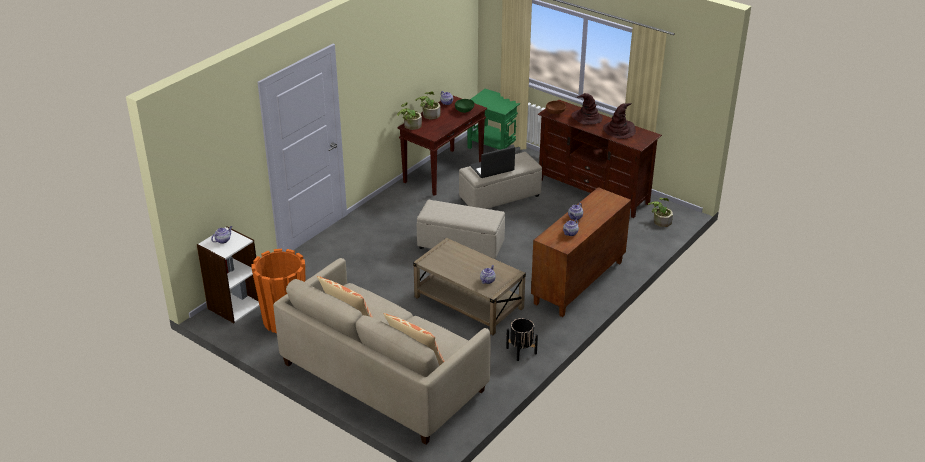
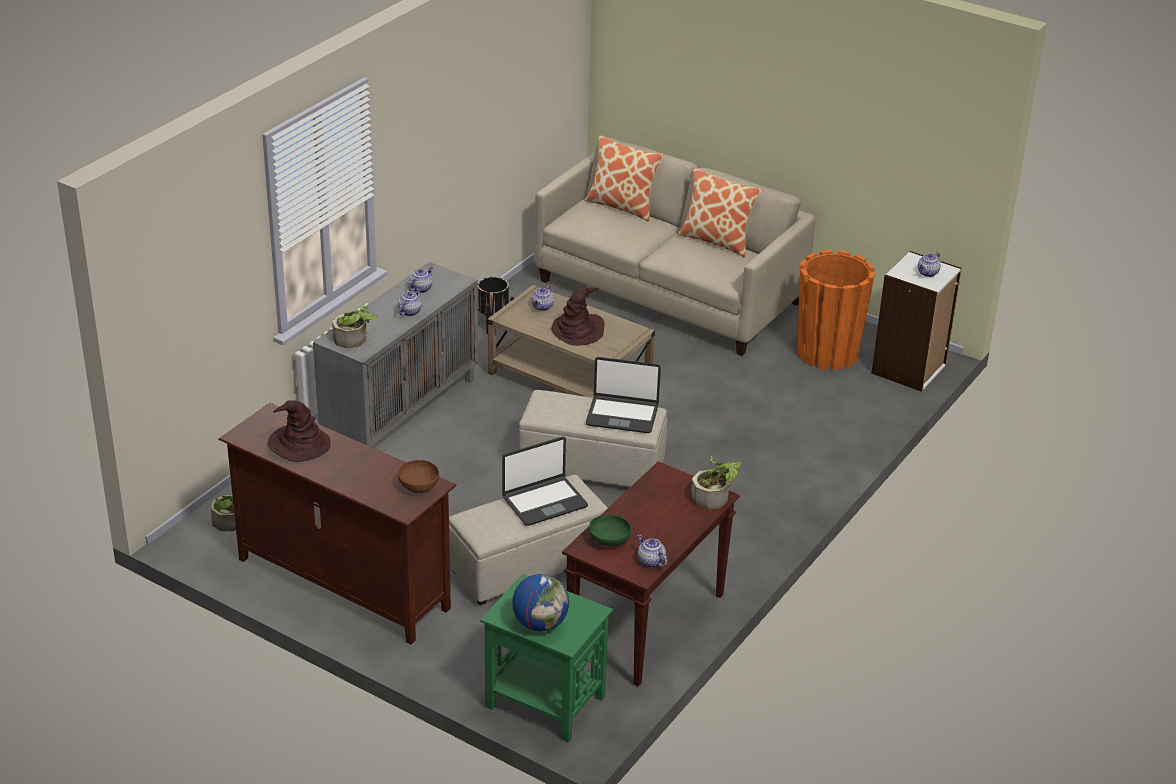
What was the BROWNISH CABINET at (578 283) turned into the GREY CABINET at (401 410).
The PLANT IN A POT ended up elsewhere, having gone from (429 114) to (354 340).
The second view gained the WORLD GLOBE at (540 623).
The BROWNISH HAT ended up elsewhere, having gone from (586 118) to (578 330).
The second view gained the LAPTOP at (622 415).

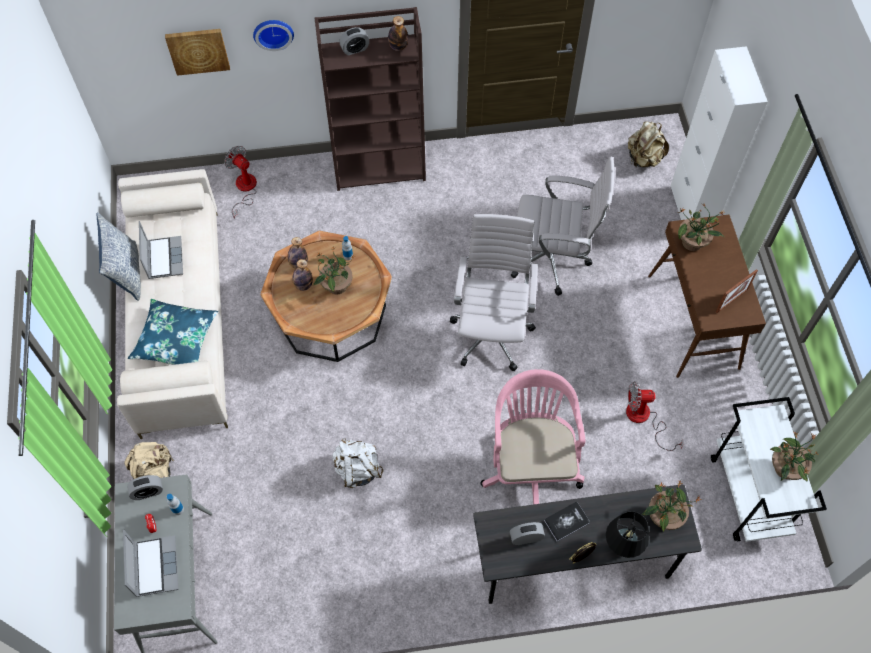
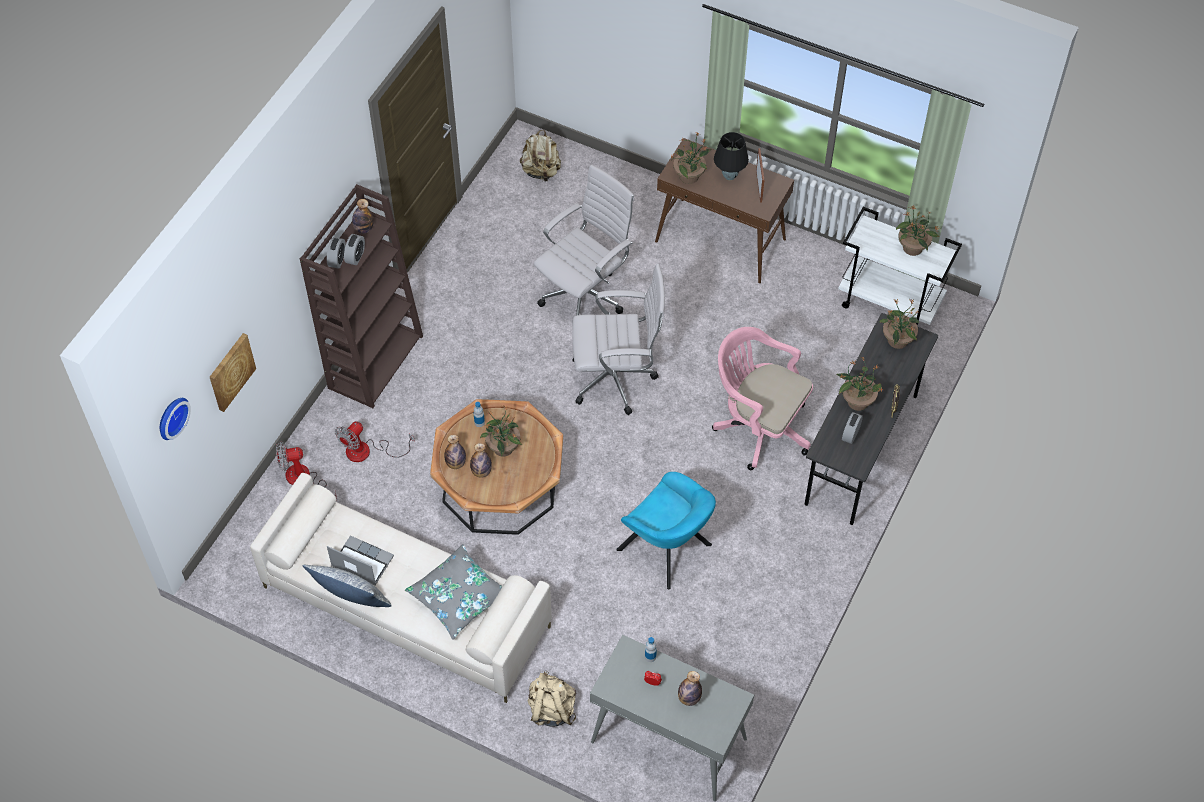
The WALL CLOCK ended up elsewhere, having gone from (273 32) to (171 417).
The FAN ended up elsewhere, having gone from (644 419) to (367 451).
The TABLE CLOCK ended up elsewhere, having gone from (148 492) to (355 256).
What was the BLUE-COLOURED PILLOW at (176 340) turned into the GREY PILLOW at (458 596).
The WHITE COMPUTER CHAIR at (491 332) ended up facing another way, 135 degrees clockwise from before.
Where the WHITE RUCKSACK stood at (357 469), the TURQUOISE ARMCHAIR came to stand at (668 550).
Where the LAPTOP stood at (154 566), the BOTTLE came to stand at (689 698).
The BLACK-COLOURED TABLETOP LAMP ended up elsewhere, having gone from (622 545) to (729 175).
Where the BOUND BOOK stood at (566 521), the PLANT IN A POT came to stand at (857 401).
The second view lost the WHITE CABINET at (691 209).

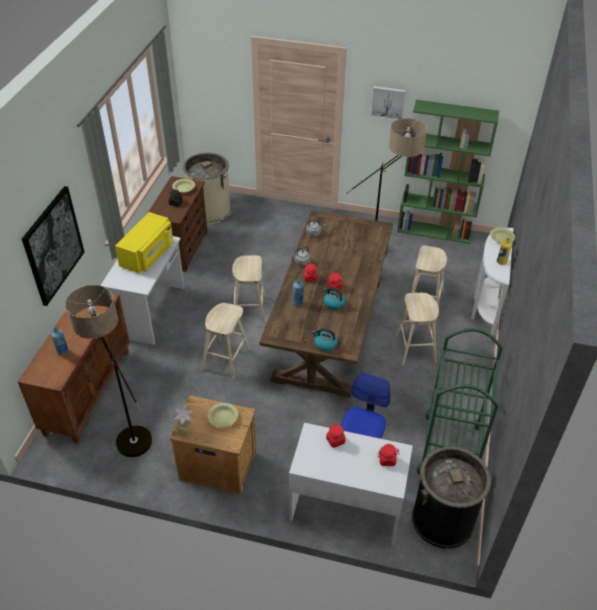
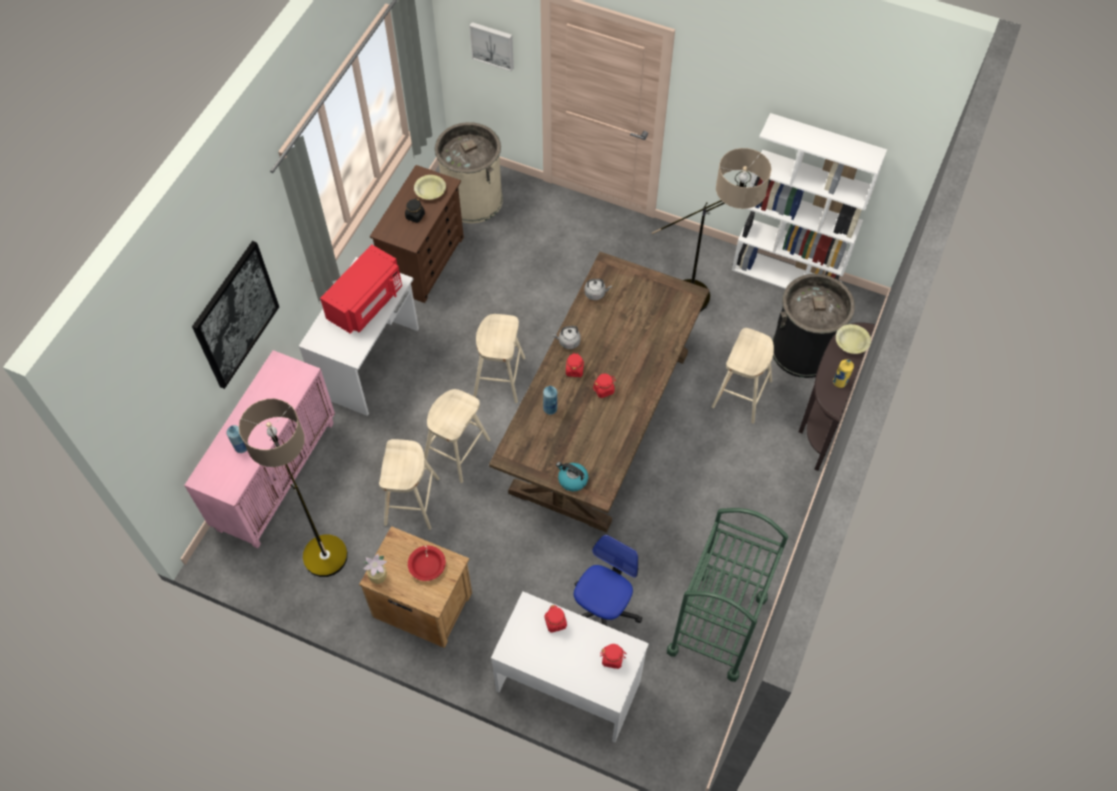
What was the BROWNISH CABINET at (88 391) turned into the PINK-COLOURED CABINET at (276 474).
What was the YELLOWISH MICROWAVE OVEN at (148 255) turned into the RED MICROWAVE OVEN at (366 302).
The BEIGE SITTING STOOL ended up elsewhere, having gone from (415 348) to (412 501).
What was the YELLOWISH BOWL at (223 418) turned into the RED BOWL at (427 565).
The WALL ART ended up elsewhere, having gone from (388 102) to (492 45).
What was the GREEN BOOKCASE at (435 231) turned into the WHITE BOOKCASE at (787 276).
The BLACK-COLOURED WASTE BIN ended up elsewhere, having gone from (443 519) to (803 350).
What was the WHITE NARROW TABLE at (484 310) turned into the BROWNISH NARROW TABLE at (820 420).
The second view lost the KETTLE at (333 303).

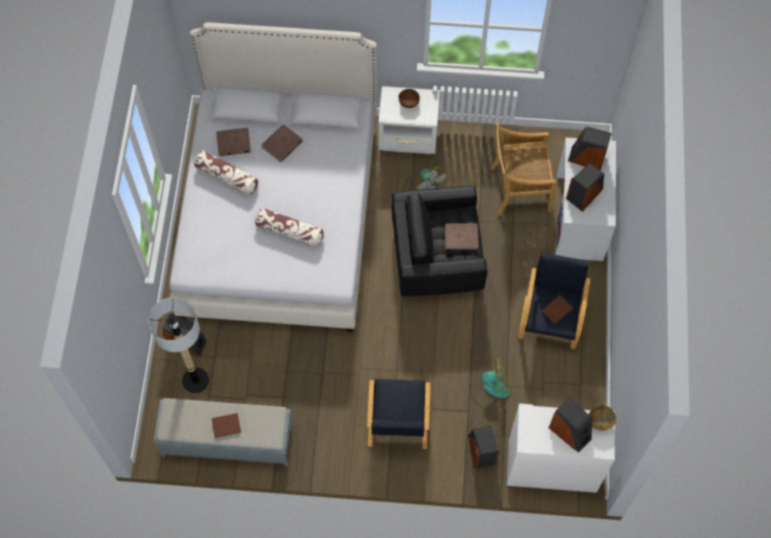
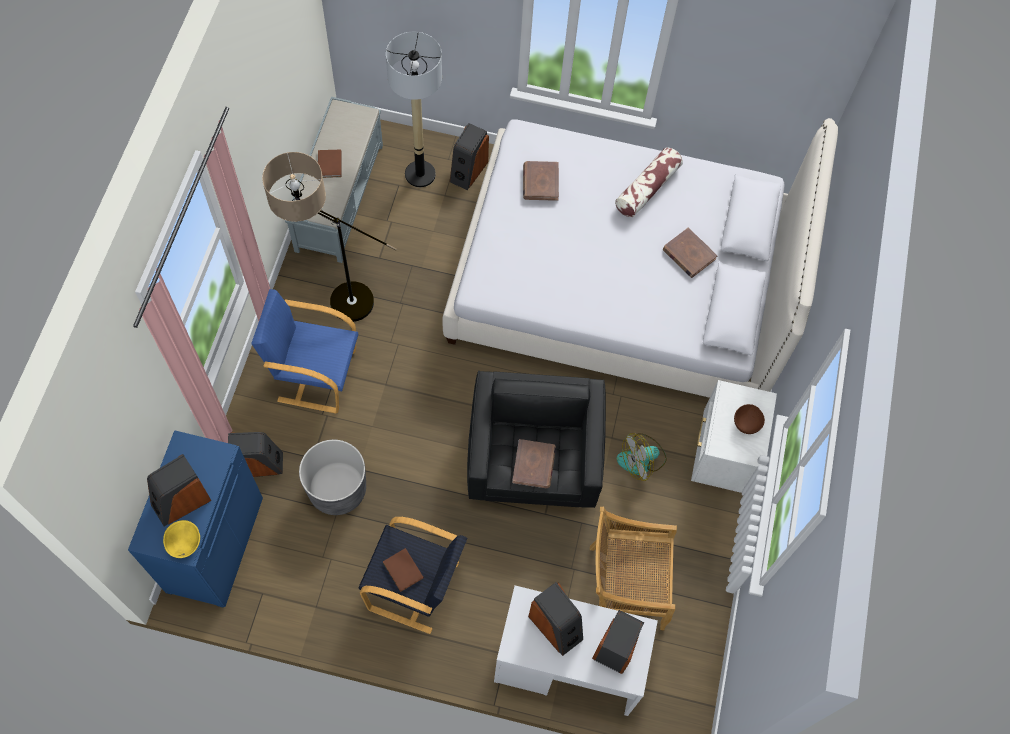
What was the WHITE CABINET at (551 467) turned into the BLUE-COLOURED CABINET at (214 544).
What was the BROWNISH BOWL at (600 421) turned into the YELLOWISH BOWL at (185 543).
What was the BLACK-COLOURED ARMCHAIR at (397 425) turned into the BLUE-COLOURED ARMCHAIR at (315 374).
The second view gained the STANDARD LAMP at (334 300).
Where the FAN stood at (489 388), the GREY PLANT POT came to stand at (337 489).
The BROWNISH BOUND BOOK ended up elsewhere, having gone from (233 143) to (540 182).
The BEIGE UPRIGHT CHAIR at (519 189) ended up facing another way, 90 degrees counterclockwise from before.
The second view lost the PILLOW at (290 231).

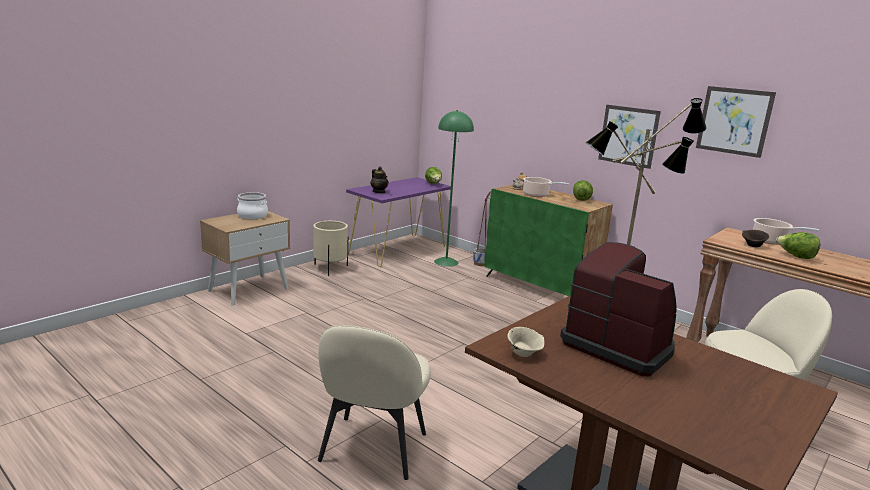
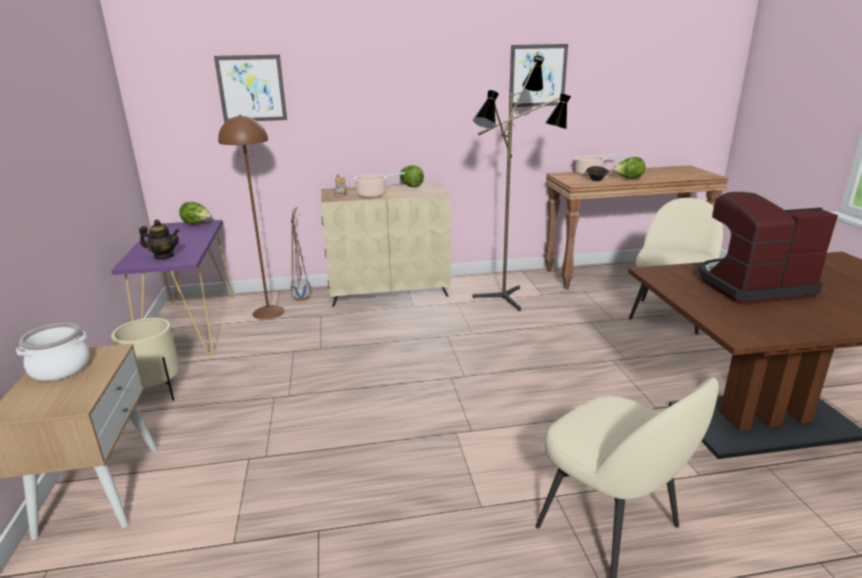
The WALL ART ended up elsewhere, having gone from (628 136) to (251 88).
What was the GREEN STANDARD LAMP at (446 262) turned into the BROWNISH STANDARD LAMP at (268 312).
What was the GREEN CABINET at (540 286) turned into the BEIGE CABINET at (389 291).
The second view lost the BEIGE BOWL at (524 353).

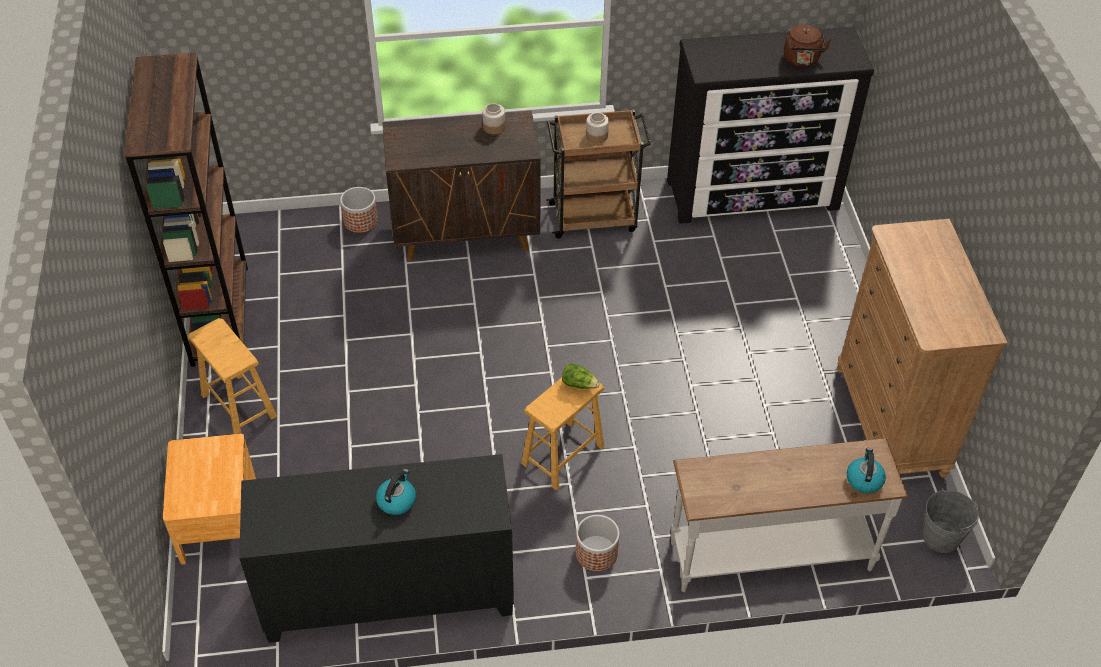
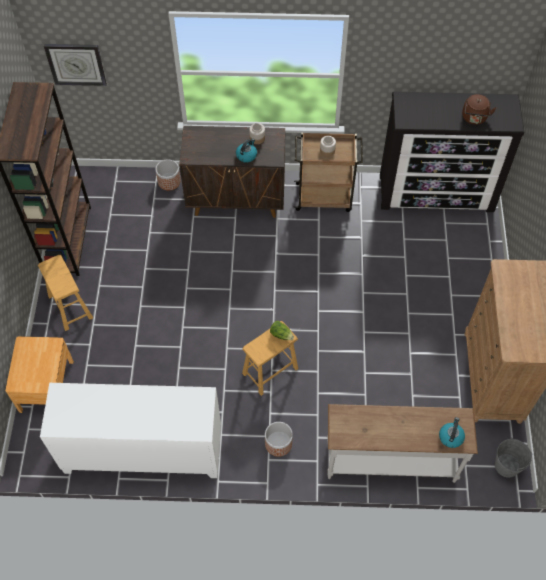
What was the BLACK-COLOURED CABINET at (389 593) turned into the WHITE CABINET at (143 451).
The second view gained the WALL CLOCK at (76 64).
The KETTLE ended up elsewhere, having gone from (397 500) to (246 155).

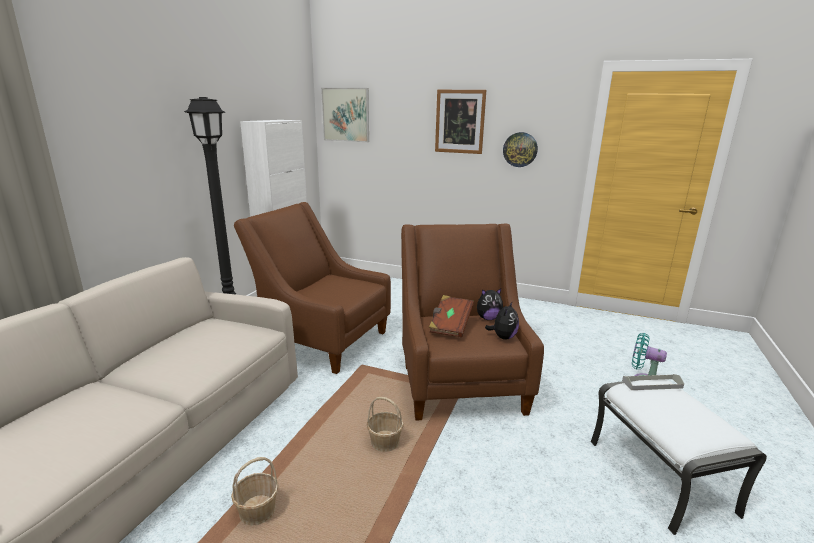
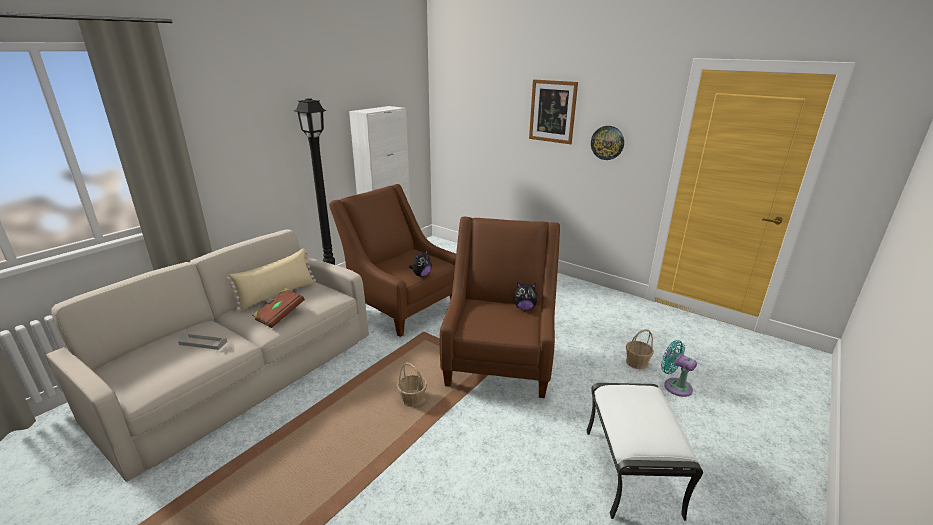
The GREY SERVING TRAY ended up elsewhere, having gone from (652 384) to (203 343).
The second view gained the BEIGE PILLOW at (277 294).
The BROWNISH BOUND BOOK ended up elsewhere, having gone from (450 325) to (279 315).
The PLUSH TOY ended up elsewhere, having gone from (503 337) to (421 275).
The HOUSEHOLD BASKET ended up elsewhere, having gone from (257 511) to (636 362).
The second view lost the WALL ART at (346 115).

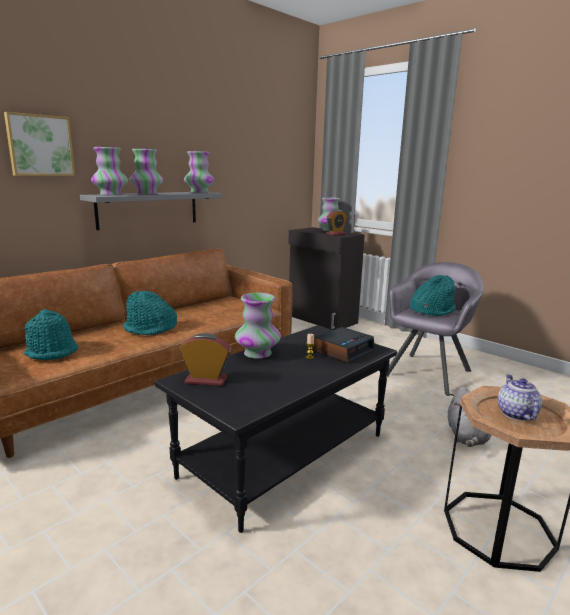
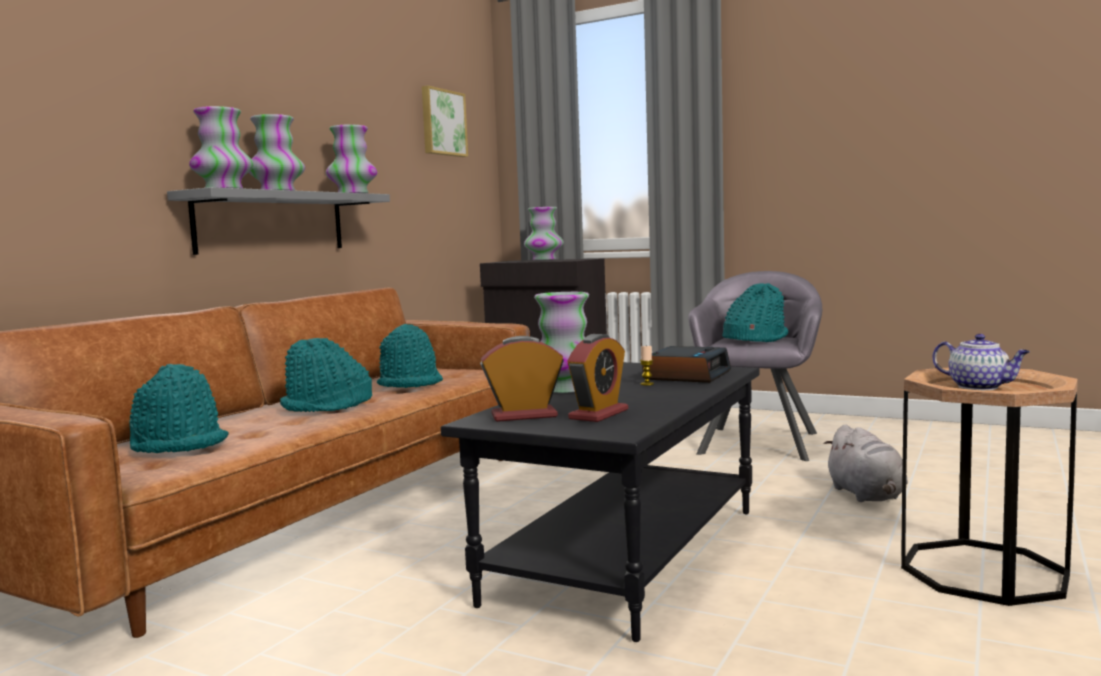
The second view gained the TURQUOISE HAT at (410 383).
The WALL ART ended up elsewhere, having gone from (40 145) to (442 123).
The TABLE CLOCK ended up elsewhere, having gone from (336 234) to (598 414).
The TEA POT at (515 413) ended up facing another way, 150 degrees clockwise from before.

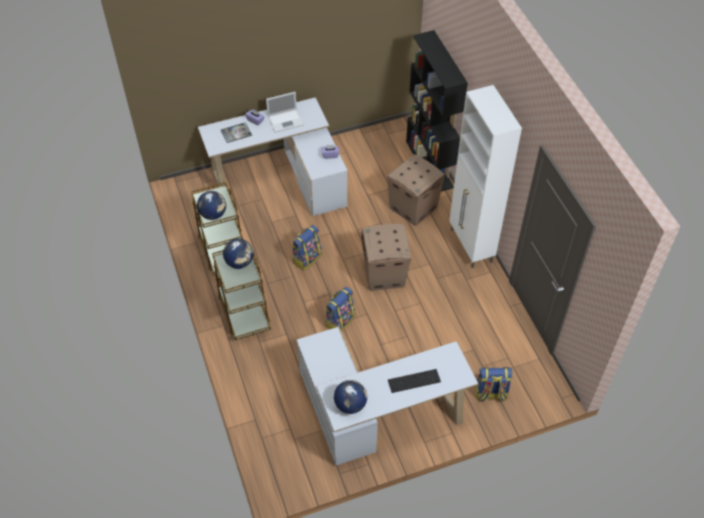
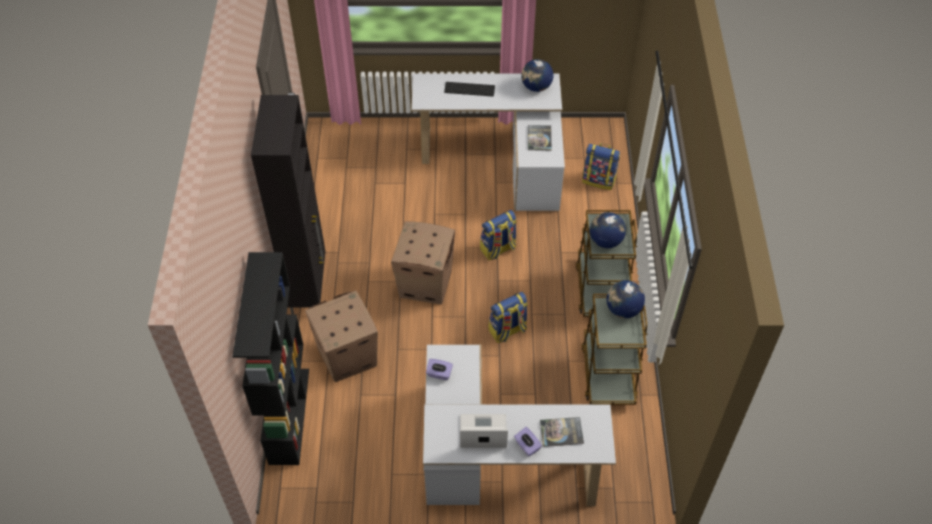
What was the WHITE CABINET at (471 246) turned into the BLACK-COLOURED CABINET at (309 287).
The second view gained the BOUND BOOK at (539 138).
The RUCKSACK ended up elsewhere, having gone from (490 394) to (599 180).

